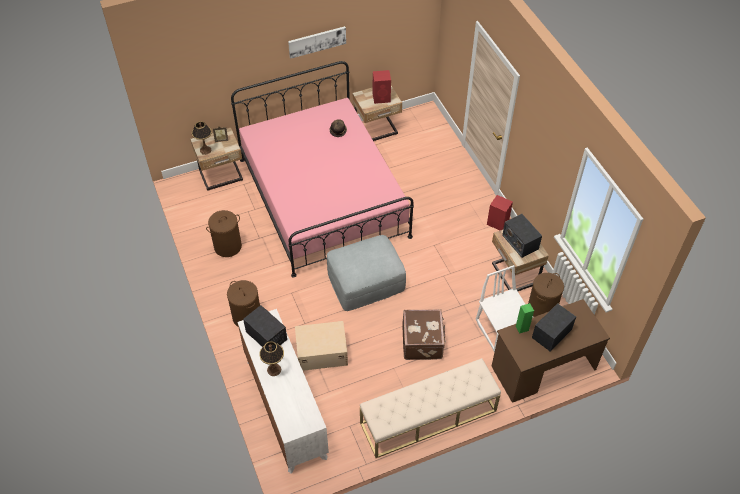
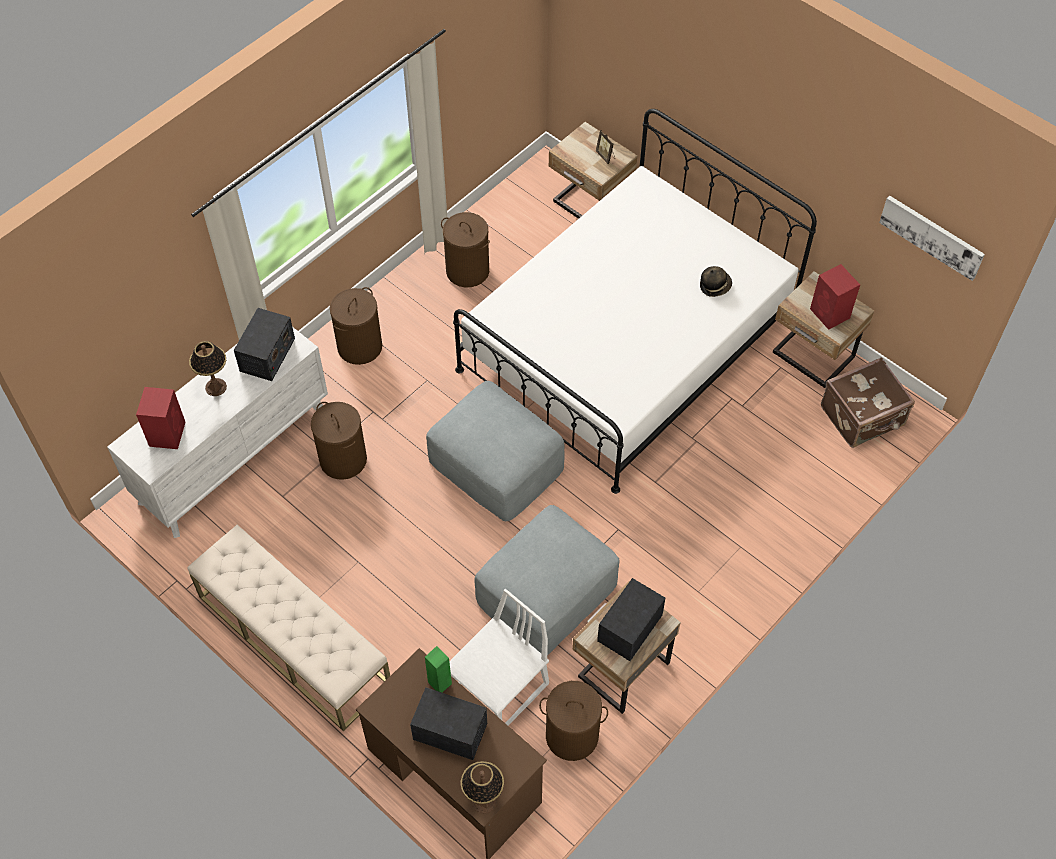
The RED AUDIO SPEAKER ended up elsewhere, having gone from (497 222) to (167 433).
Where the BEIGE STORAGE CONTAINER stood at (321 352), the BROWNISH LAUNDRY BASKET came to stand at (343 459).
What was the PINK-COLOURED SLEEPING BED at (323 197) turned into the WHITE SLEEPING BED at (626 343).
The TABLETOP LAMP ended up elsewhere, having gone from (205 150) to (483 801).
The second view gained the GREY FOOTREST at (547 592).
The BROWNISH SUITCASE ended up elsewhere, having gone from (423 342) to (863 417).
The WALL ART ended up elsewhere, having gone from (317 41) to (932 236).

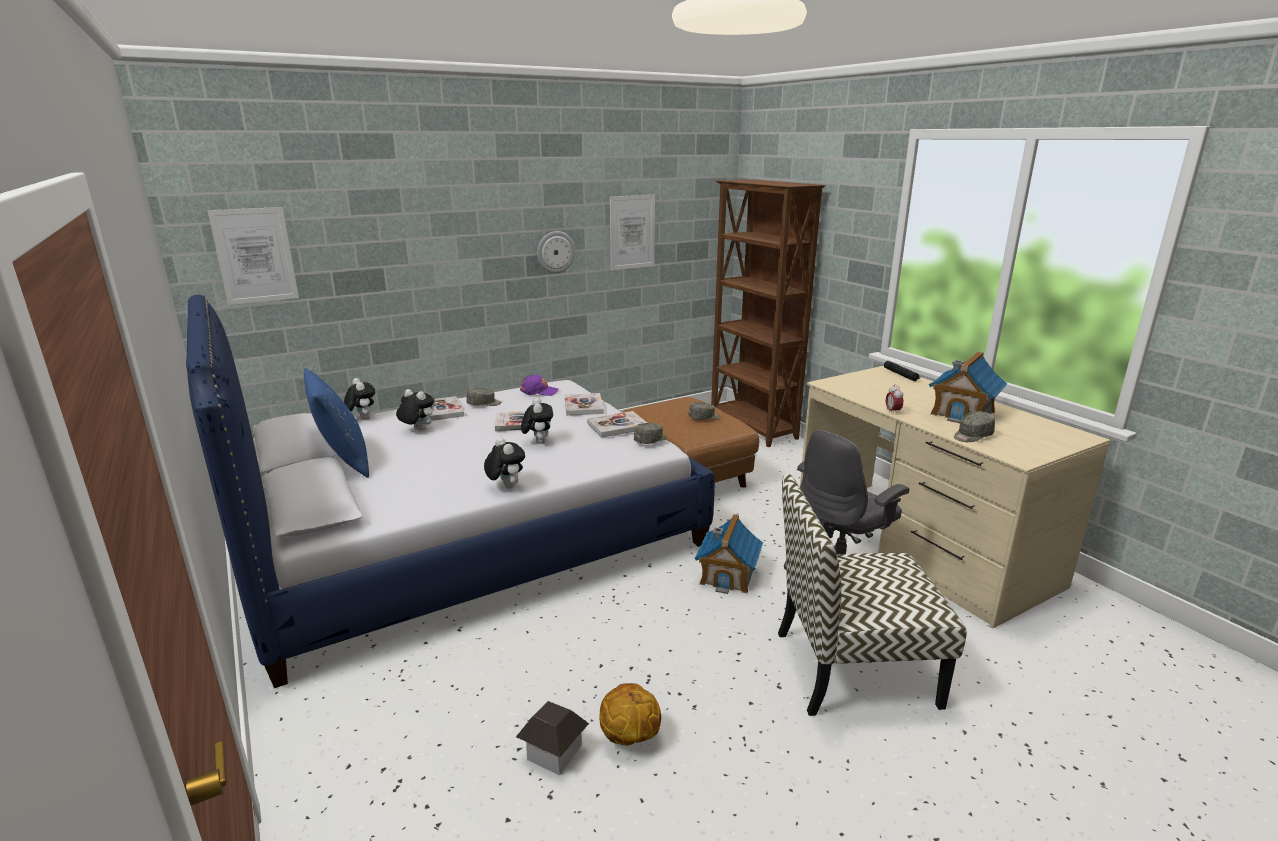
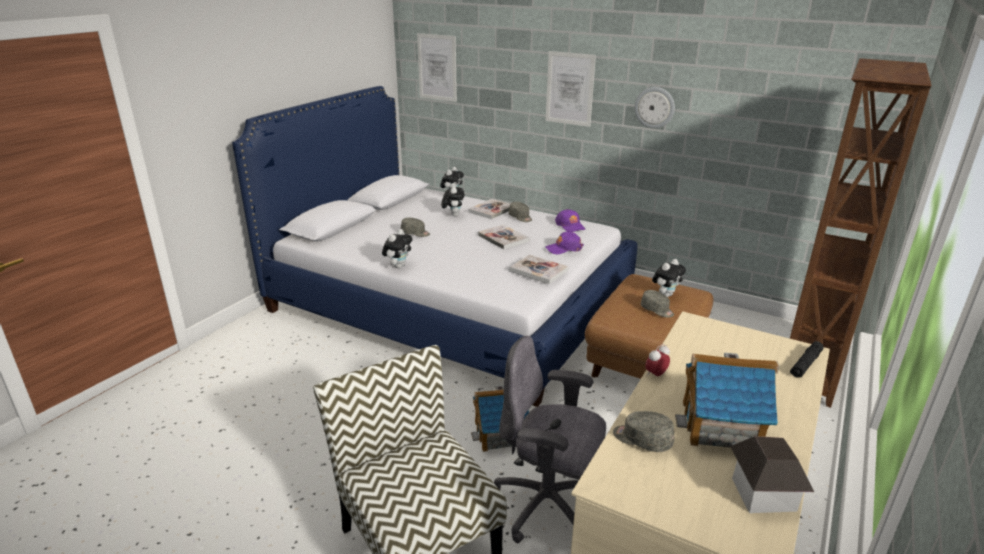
The GREY BASEBALL CAP ended up elsewhere, having gone from (651 440) to (415 233).
Where the BOUND BOOK stood at (583 406), the PURPLE-COLOURED BASEBALL CAP came to stand at (564 248).
The WALL ART ended up elsewhere, having gone from (632 232) to (570 89).
The PLUSH TOY ended up elsewhere, having gone from (538 442) to (666 294).
The MODEL HOUSE ended up elsewhere, having gone from (554 752) to (763 494).
The second view lost the BLUE-COLOURED PILLOW at (343 462).
The second view lost the BASKETBALL at (629 737).

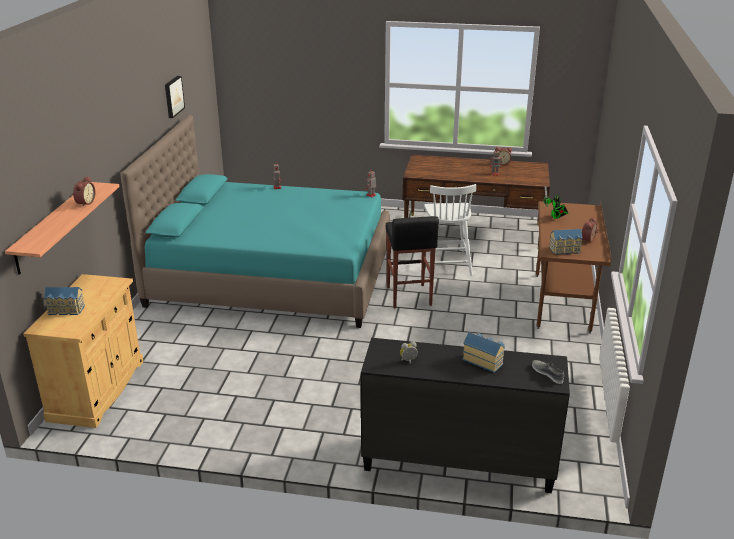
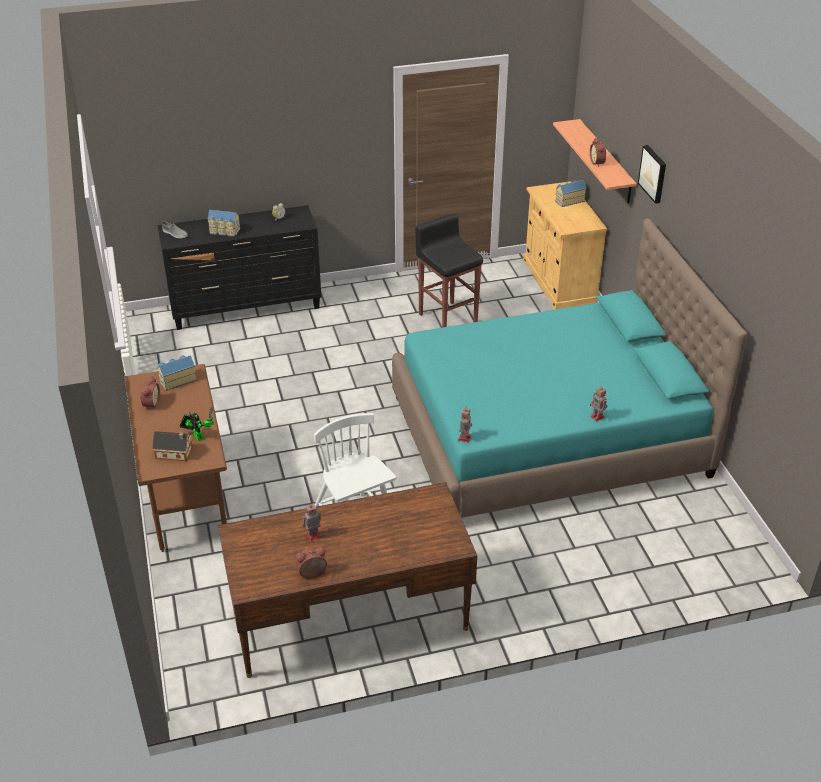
The second view gained the MODEL HOUSE at (175 453).
The BLACK-COLOURED SITTING STOOL ended up elsewhere, having gone from (408 296) to (448 318).
The WALL ART ended up elsewhere, having gone from (173 96) to (653 173).

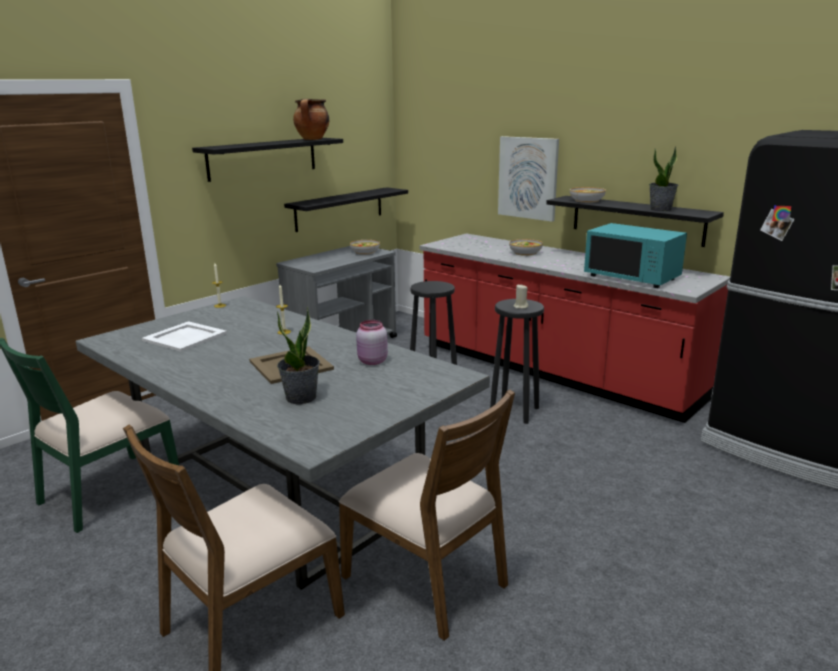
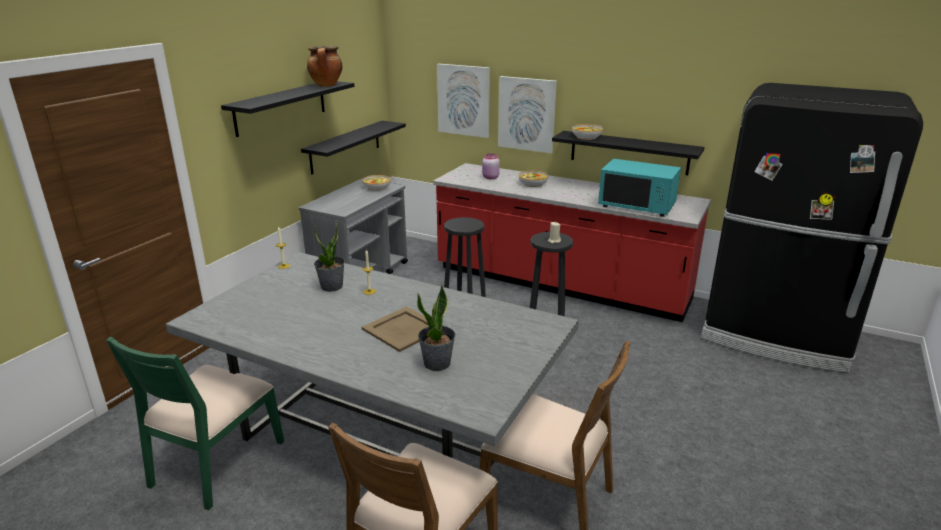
The PLANT IN A POT ended up elsewhere, having gone from (661 209) to (332 286).
The second view gained the WALL ART at (464 100).
The PINK-COLOURED PRESERVE JAR ended up elsewhere, having gone from (371 361) to (490 177).
The second view lost the WHITE SERVING TRAY at (185 337).

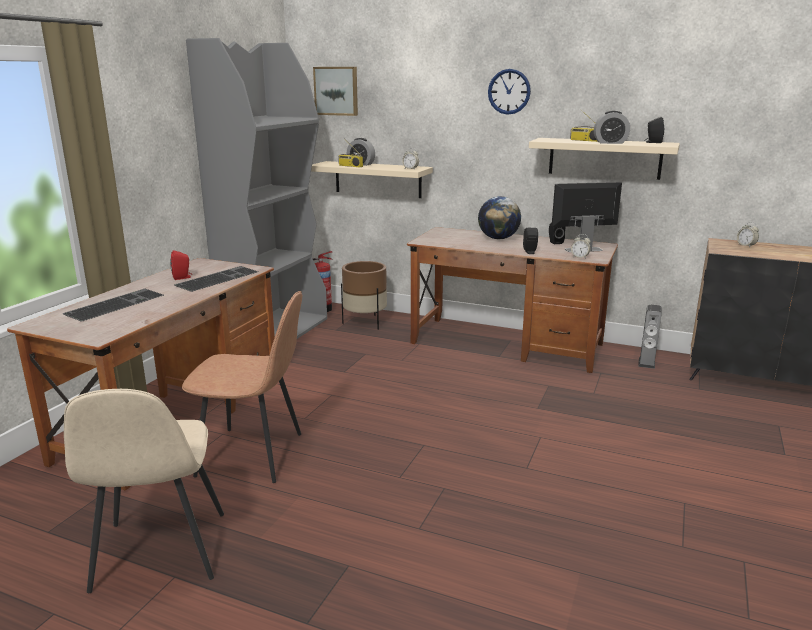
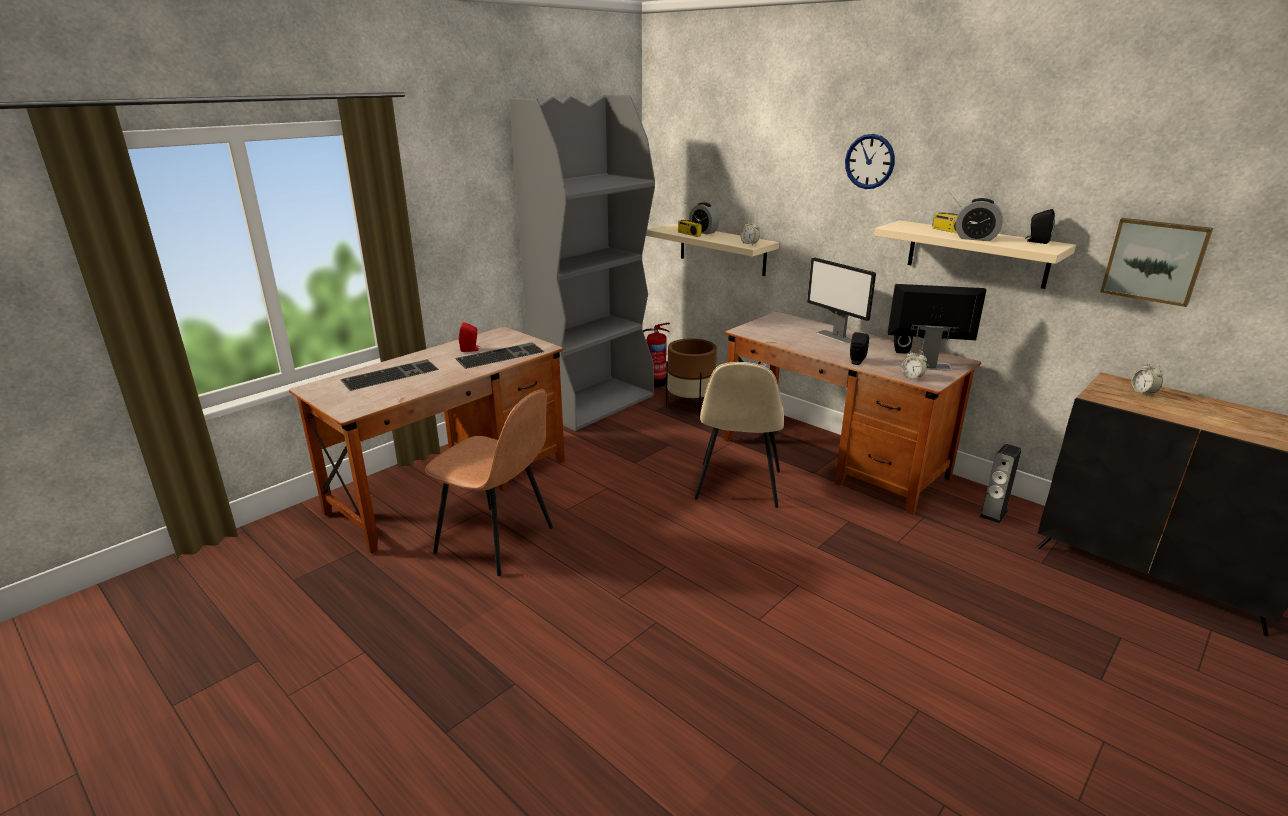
The BEIGE UPRIGHT CHAIR ended up elsewhere, having gone from (159 553) to (738 486).
Where the WORLD GLOBE stood at (498 238), the MONITOR came to stand at (835 336).
The WALL ART ended up elsewhere, having gone from (336 91) to (1155 260).

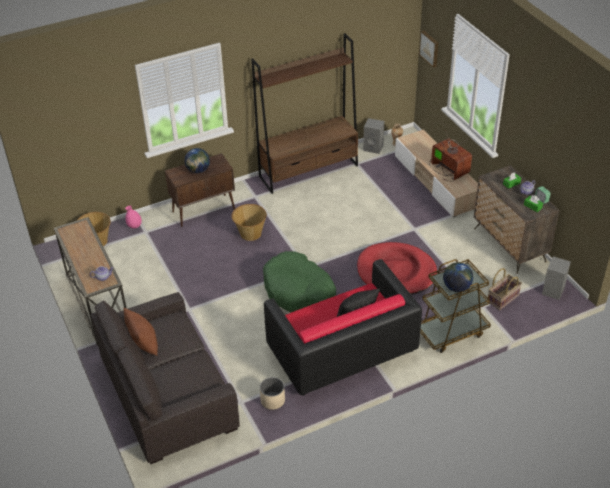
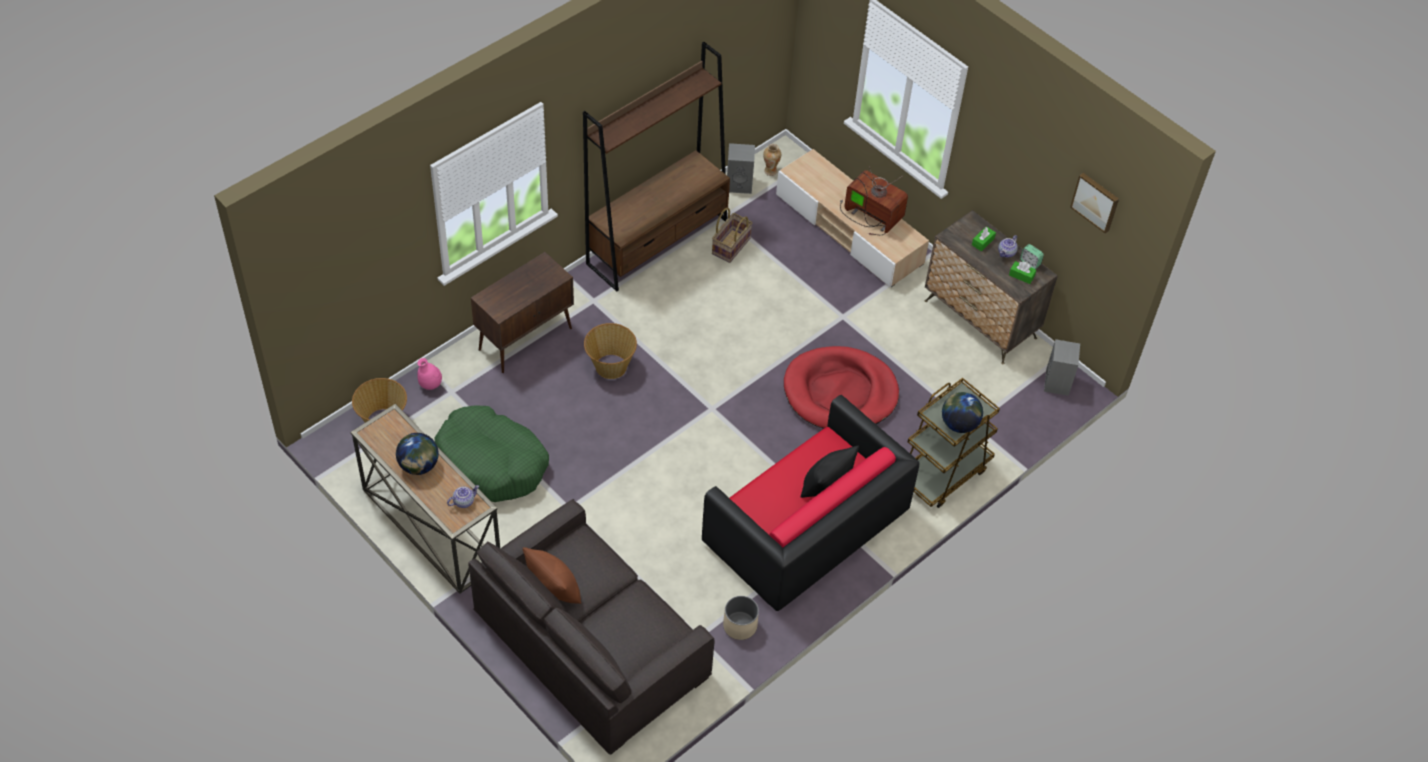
The WORLD GLOBE ended up elsewhere, having gone from (198 170) to (419 466).
The GREEN DOG CUSHION ended up elsewhere, having gone from (298 291) to (492 463).
The HOUSEHOLD BASKET ended up elsewhere, having gone from (502 298) to (730 245).
The WALL ART ended up elsewhere, having gone from (430 48) to (1096 201).

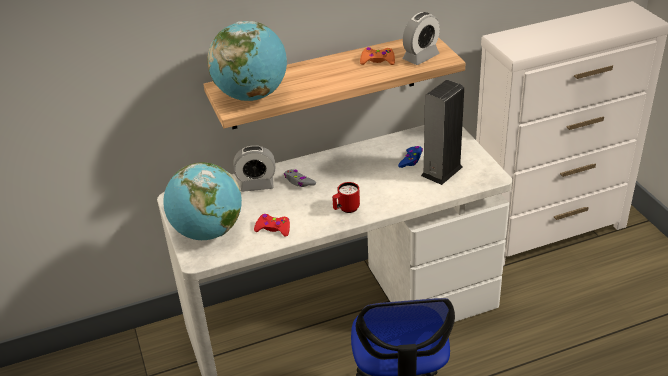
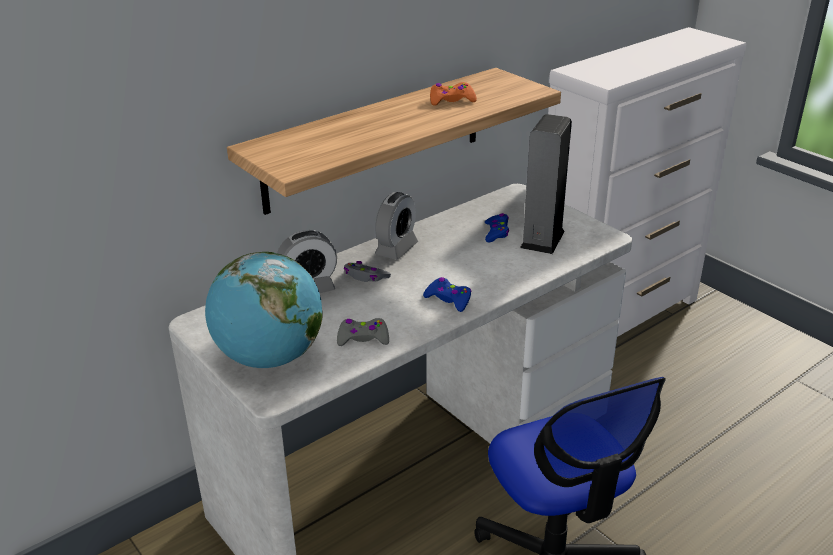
What was the RED GAME CONTROLLER at (273 228) turned into the GREY GAME CONTROLLER at (363 338).
The TABLE CLOCK ended up elsewhere, having gone from (421 57) to (396 249).
Where the RED MUG stood at (346 209), the BLUE-COLOURED GAME CONTROLLER came to stand at (448 299).
The second view lost the WORLD GLOBE at (252 96).

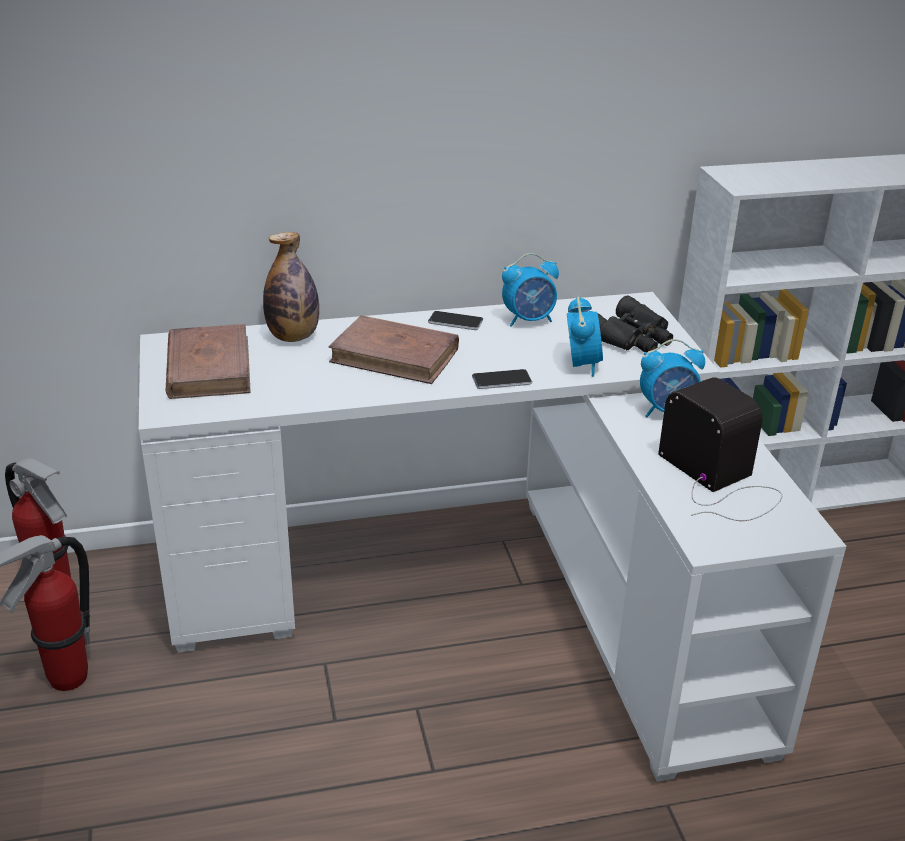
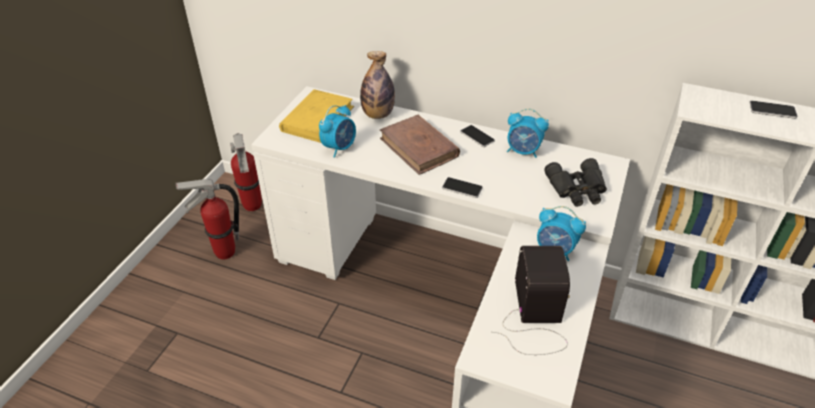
What was the BROWNISH BOUND BOOK at (209 367) turned into the YELLOWISH BOUND BOOK at (317 119).
The TABLE CLOCK ended up elsewhere, having gone from (582 364) to (339 147).
The second view gained the TELEPHONE at (772 110).

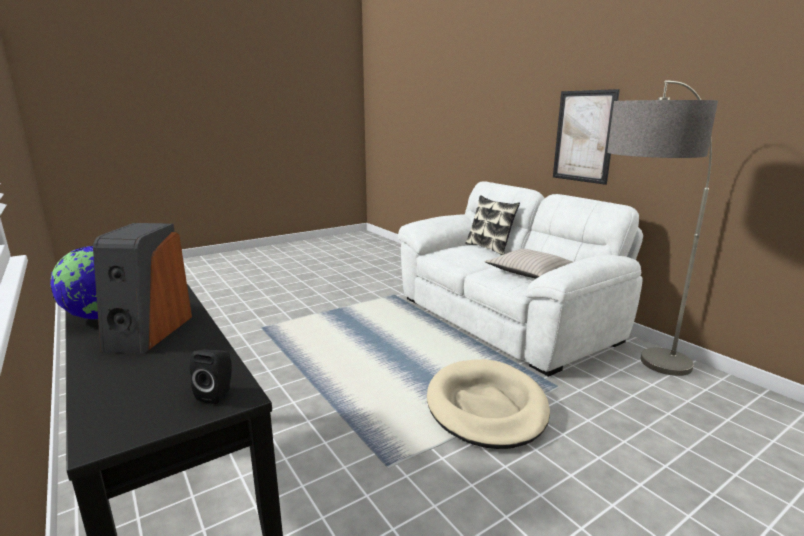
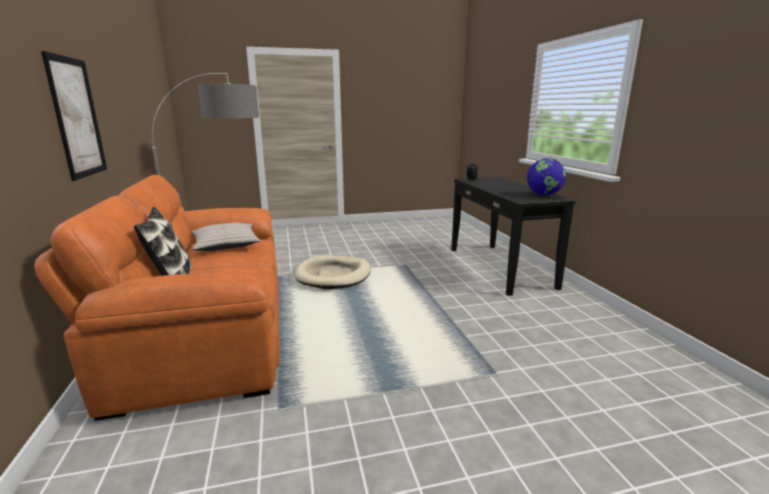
What was the WHITE SETTEE at (505 317) turned into the ORANGE-COLOURED SETTEE at (206 332).
The second view lost the AUDIO SPEAKER at (148 332).

